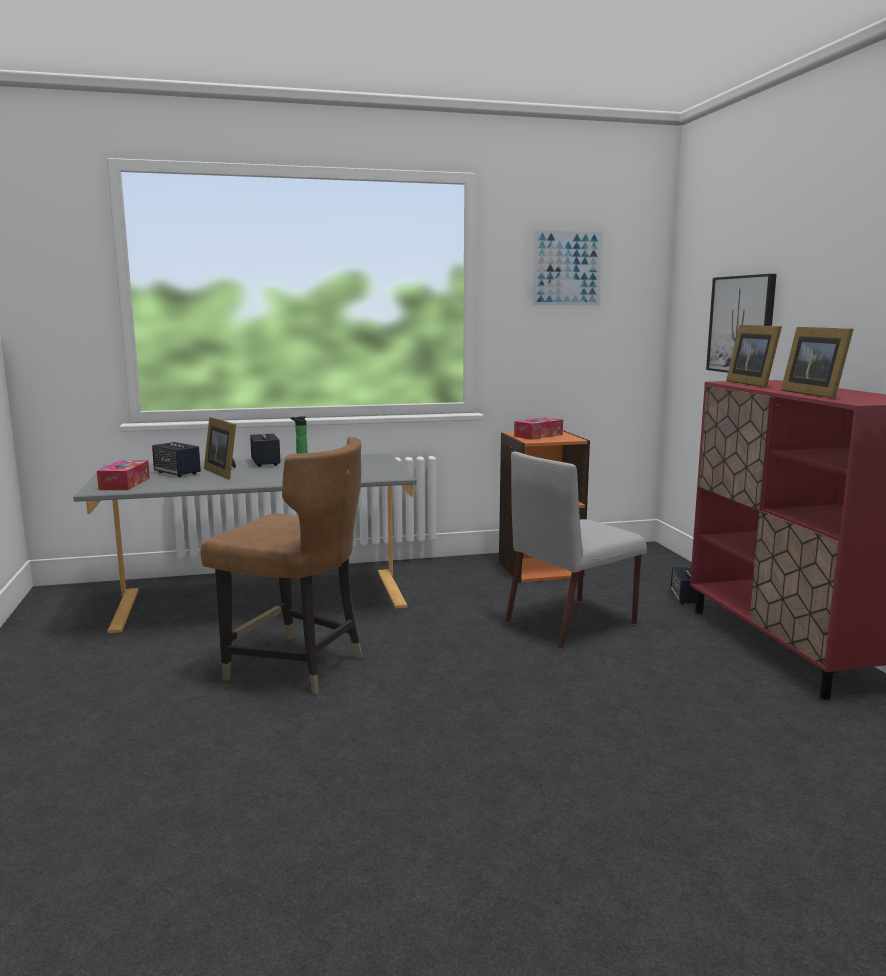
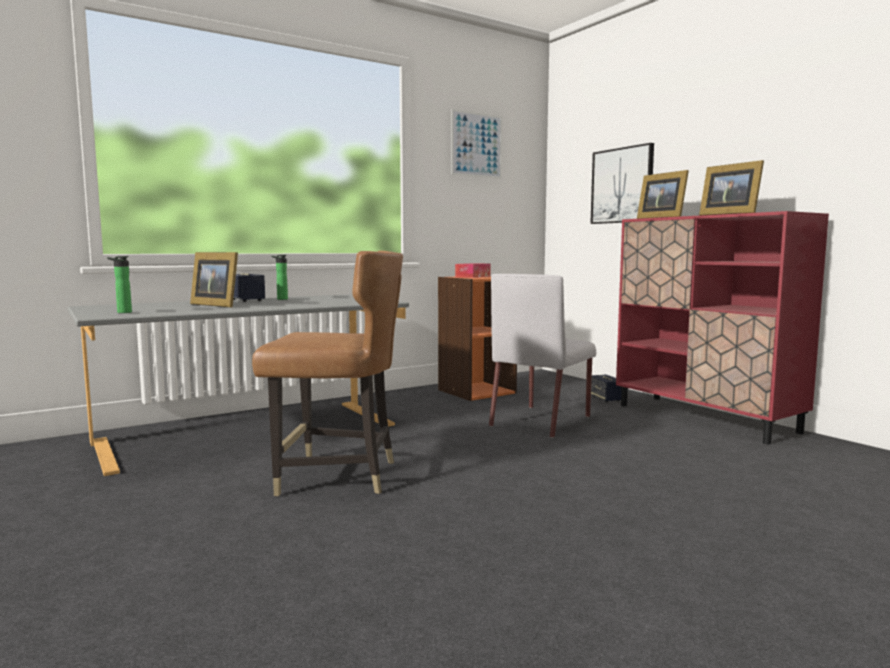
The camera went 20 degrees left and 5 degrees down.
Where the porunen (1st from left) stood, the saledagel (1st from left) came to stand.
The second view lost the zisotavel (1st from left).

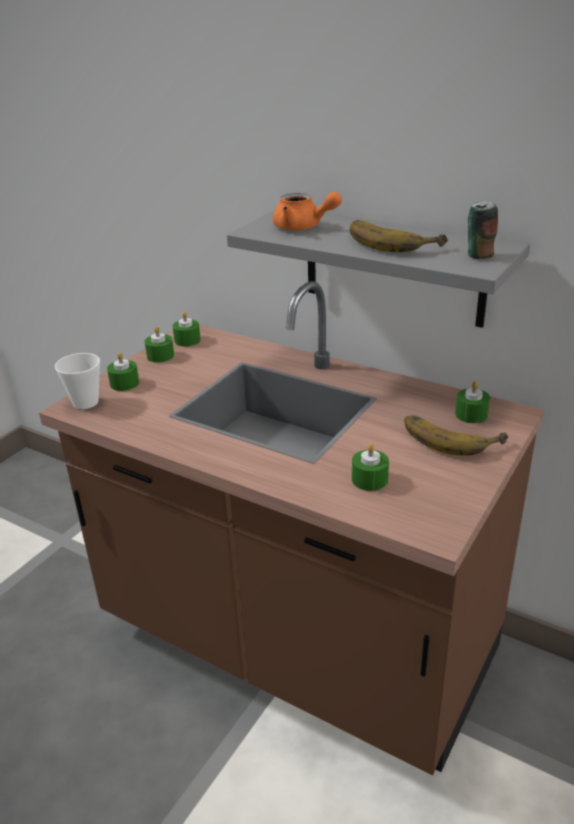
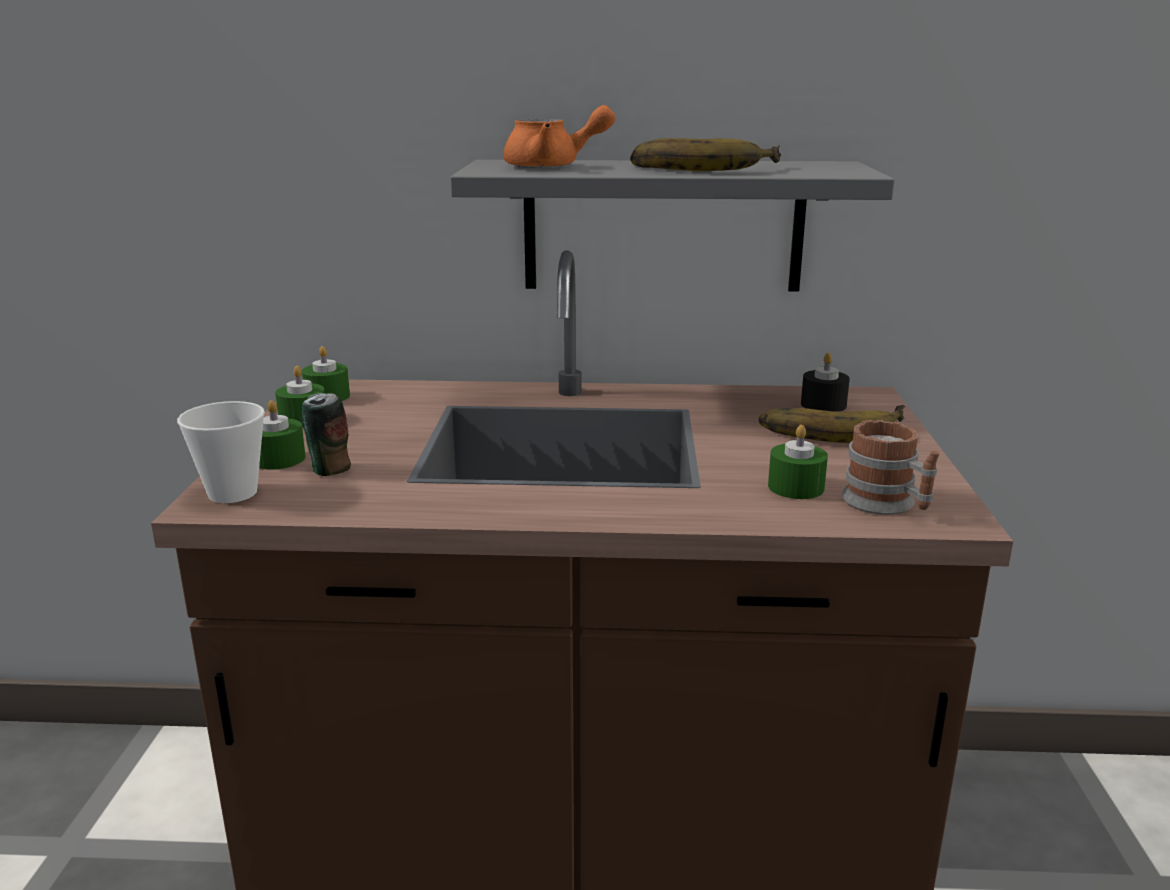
The camera went 30 degrees left and 10 degrees down.
The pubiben ended up elsewhere.
What was the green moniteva (5th from left) turned into the black moniteva.
The second view gained the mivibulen.

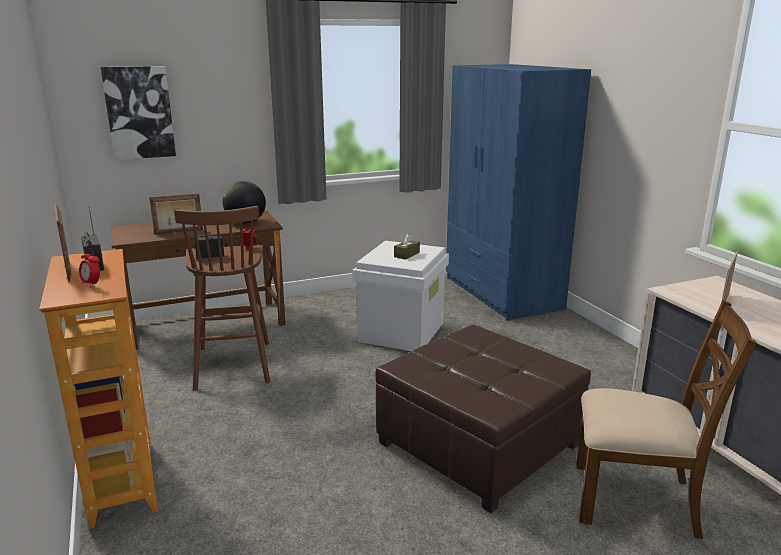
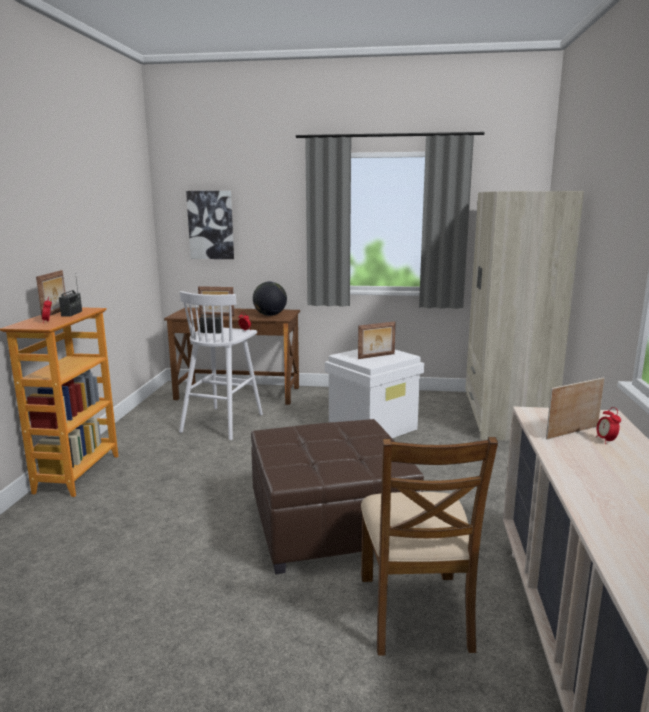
The camera went 30 degrees right and 5 degrees down.
What was the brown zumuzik turned into the white zumuzik.
Where the brown porunen stood, the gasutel (3rd from left) came to stand.
The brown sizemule ended up facing another way, 45 degrees clockwise from before.
What was the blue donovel turned into the beige donovel.
The second view gained the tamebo (3rd from left).

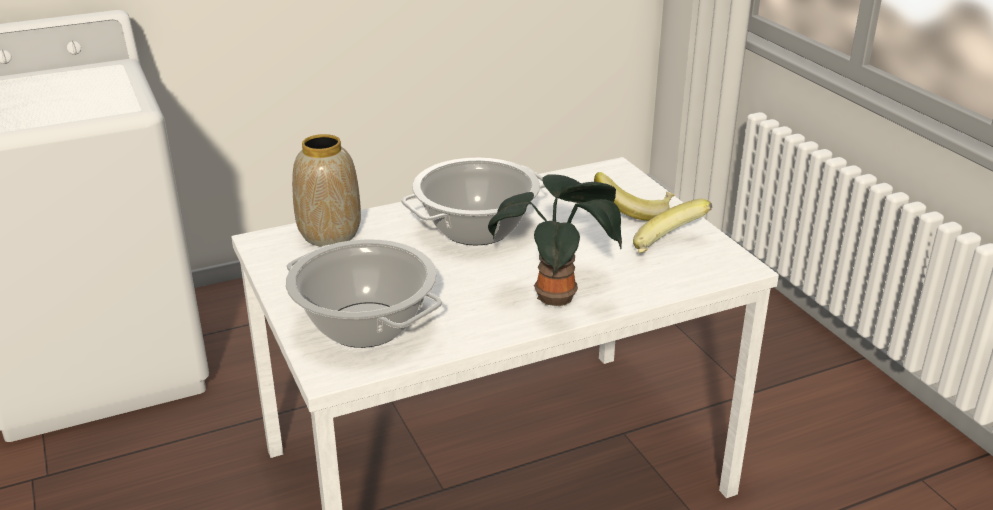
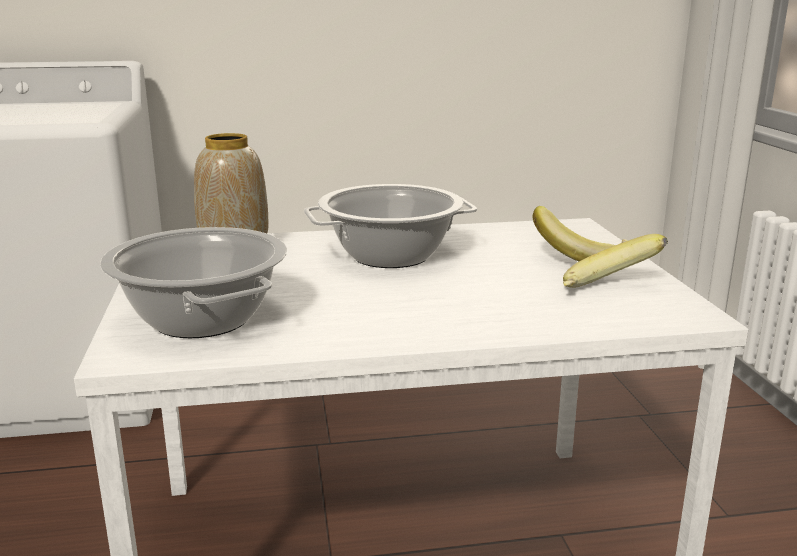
The camera went 15 degrees right and 10 degrees down.
The second view lost the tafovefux.

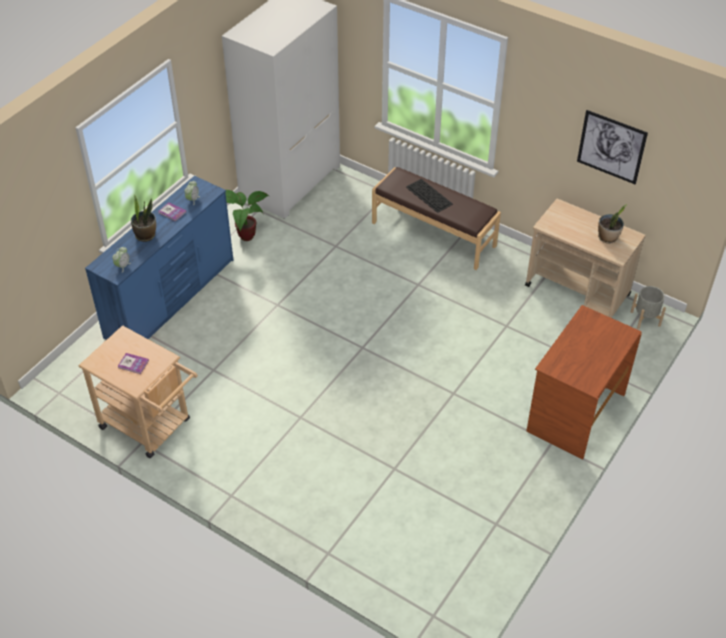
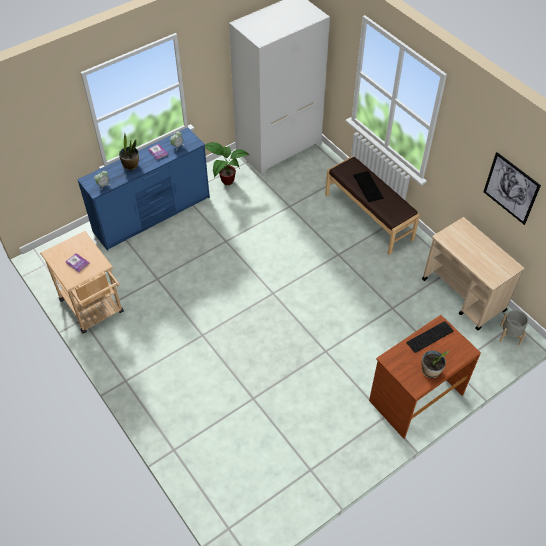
The camera went 20 degrees right and 5 degrees up.
The second view gained the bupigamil (2nd from left).
The tafovefux (3rd from left) ended up elsewhere.

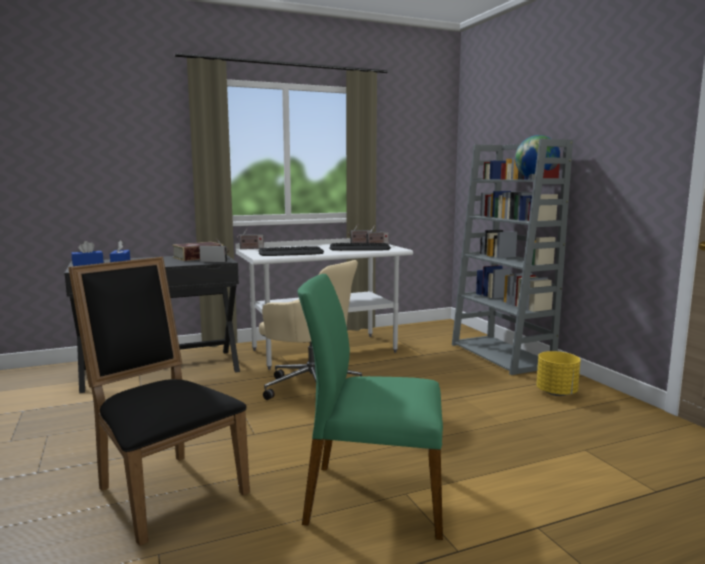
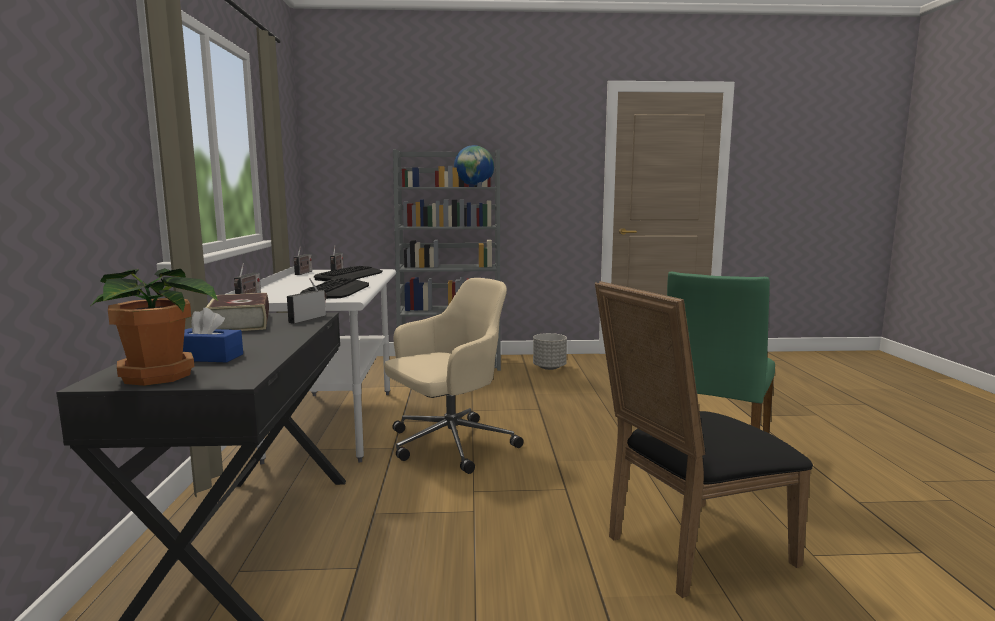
The camera went 70 degrees left and 0 degrees up.
Where the blue porunen (1st from left) stood, the tafovefux came to stand.
What was the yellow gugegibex turned into the grey gugegibex.

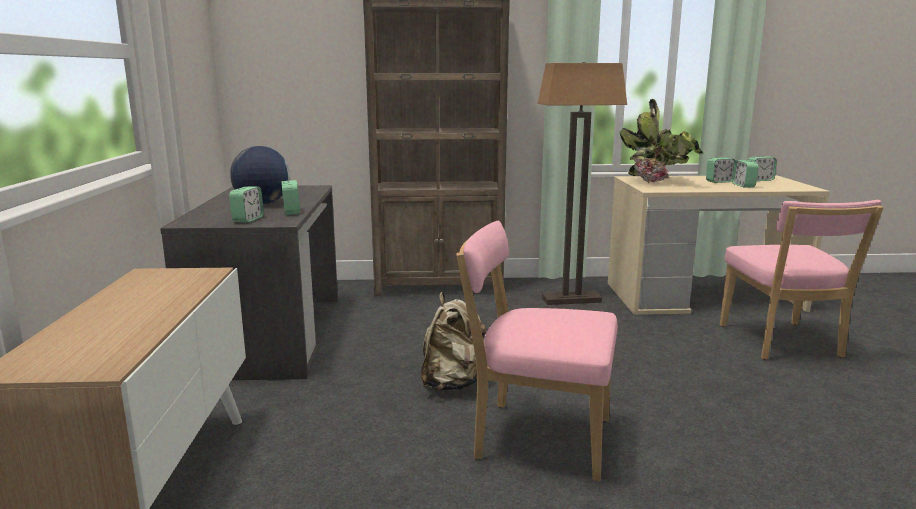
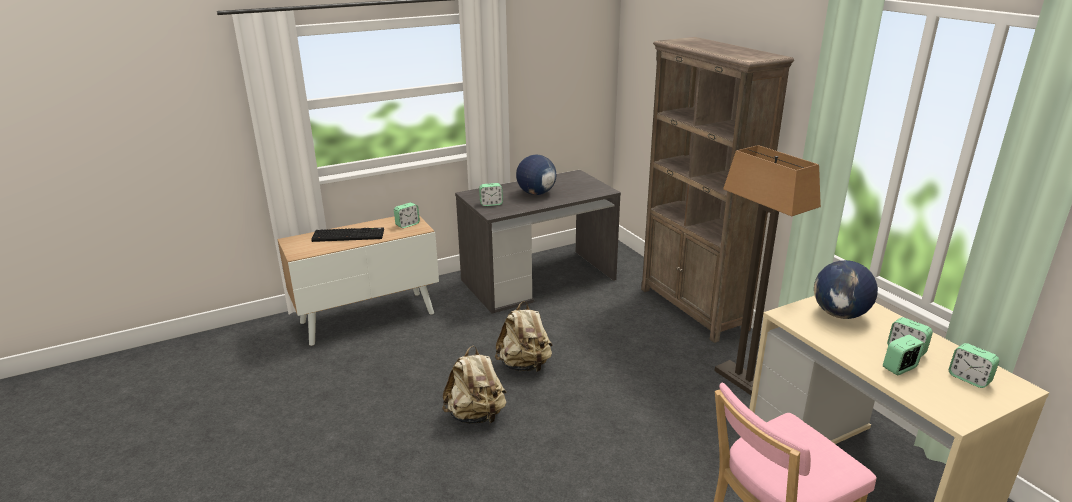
The camera went 65 degrees right and 10 degrees up.
The second view gained the bupigamil.
The tamebo (2nd from left in the first image) ended up elsewhere.
Where the pink sizemule (1st from left) stood, the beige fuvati (1st from left) came to stand.
Where the tafovefux stood, the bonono (2nd from left) came to stand.

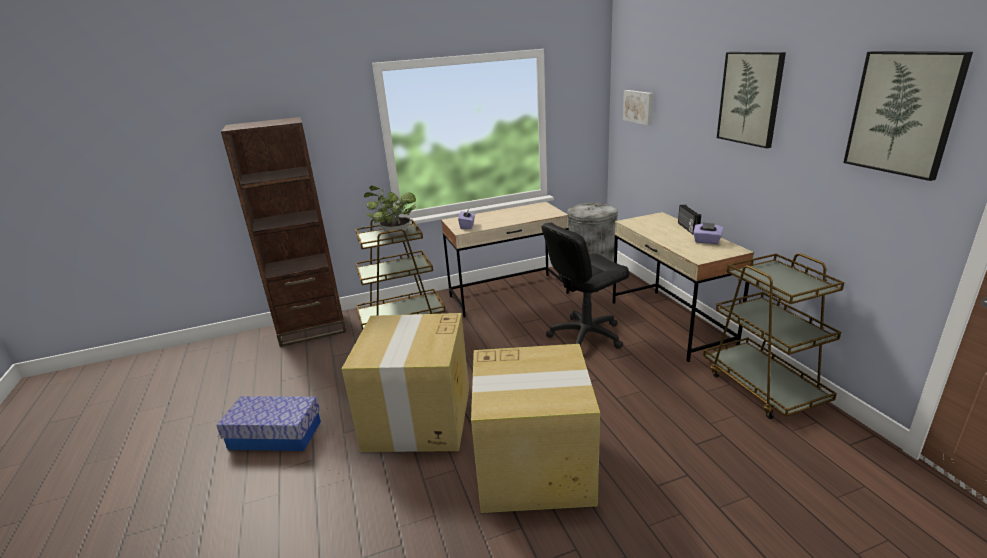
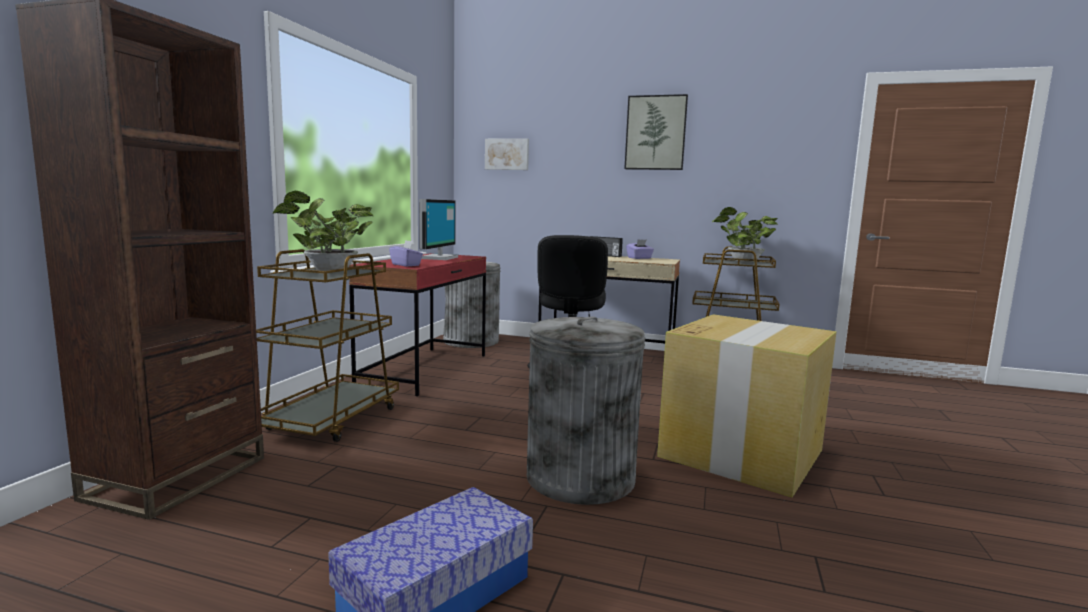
The camera went 55 degrees left and 15 degrees down.
What was the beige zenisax (1st from left) turned into the red zenisax.
The second view gained the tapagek.
Where the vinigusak (1st from left) stood, the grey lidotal (2nd from left) came to stand.
The second view gained the tafovefux (2nd from left).
The second view lost the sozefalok (3rd from left).

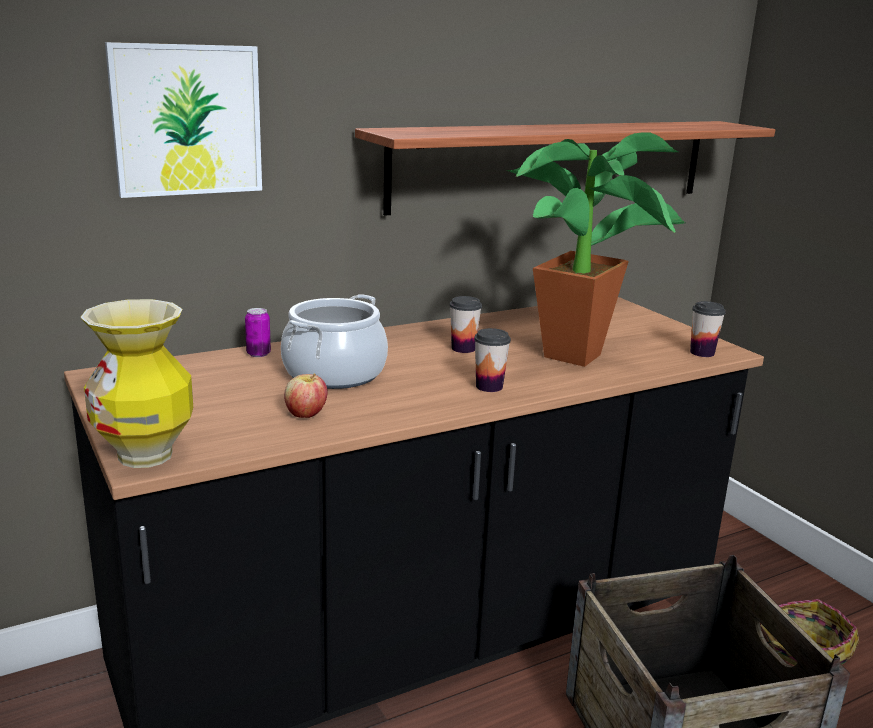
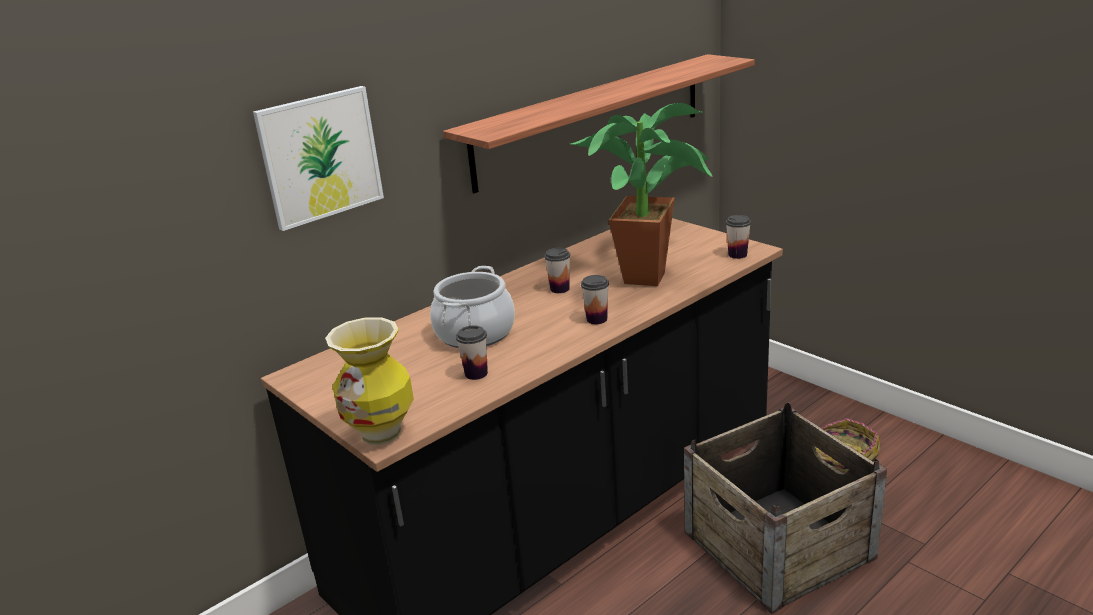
The camera went 10 degrees left and 5 degrees up.
Where the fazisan stood, the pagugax (1st from left) came to stand.
The second view lost the pubiben.

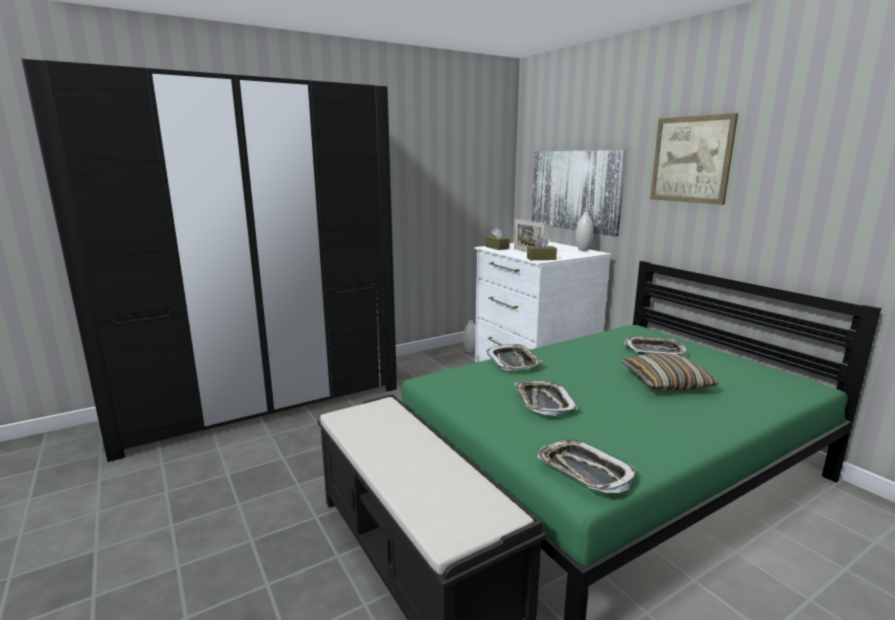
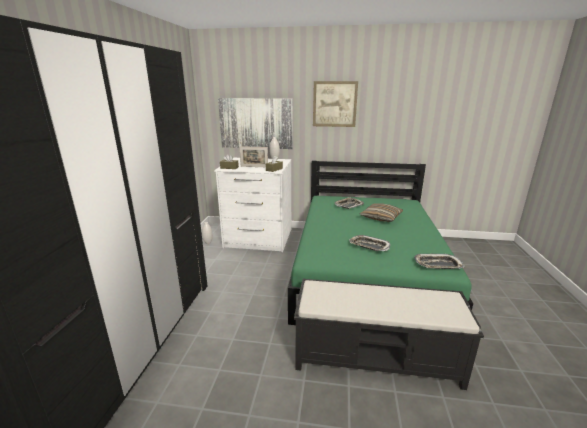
The camera went 50 degrees left and 5 degrees up.
The second view lost the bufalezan (1st from left).

